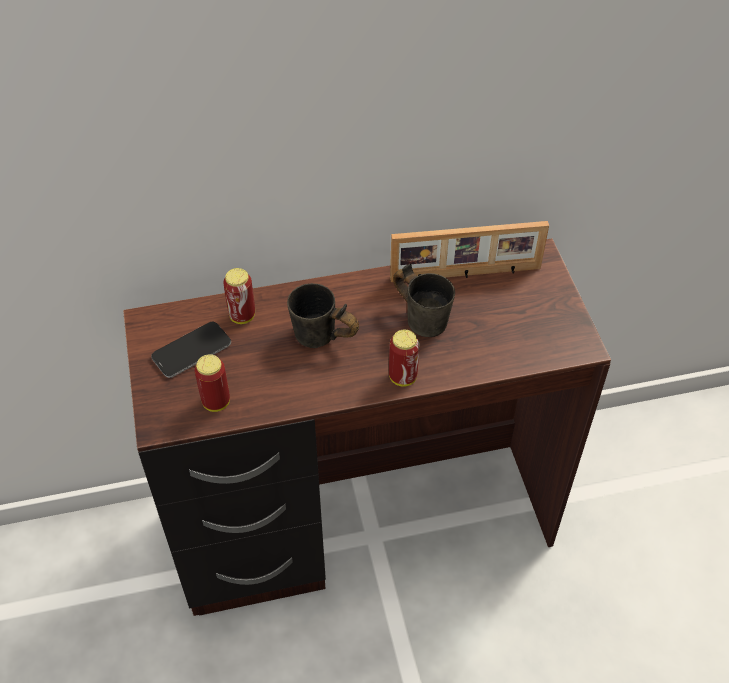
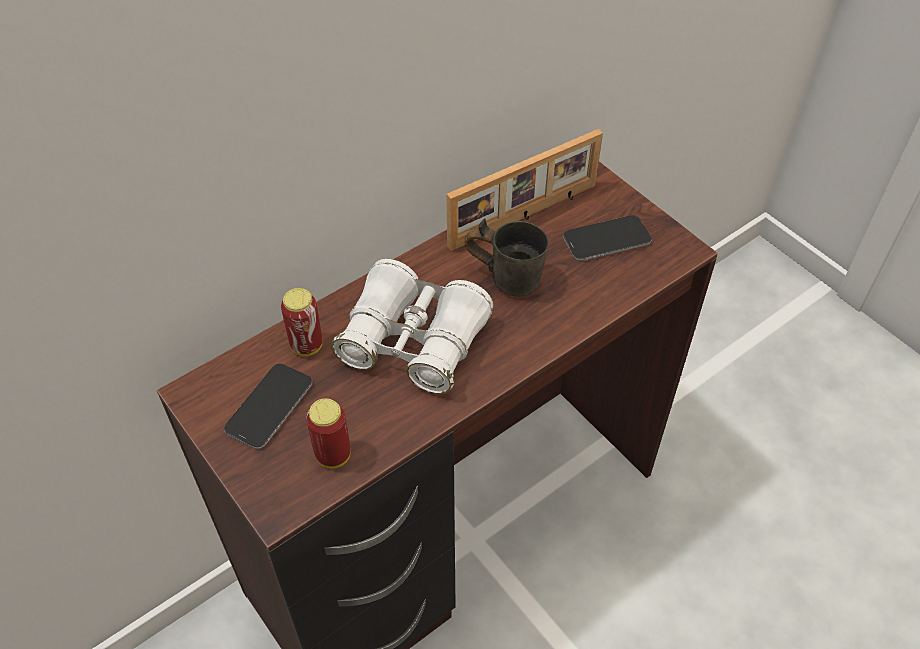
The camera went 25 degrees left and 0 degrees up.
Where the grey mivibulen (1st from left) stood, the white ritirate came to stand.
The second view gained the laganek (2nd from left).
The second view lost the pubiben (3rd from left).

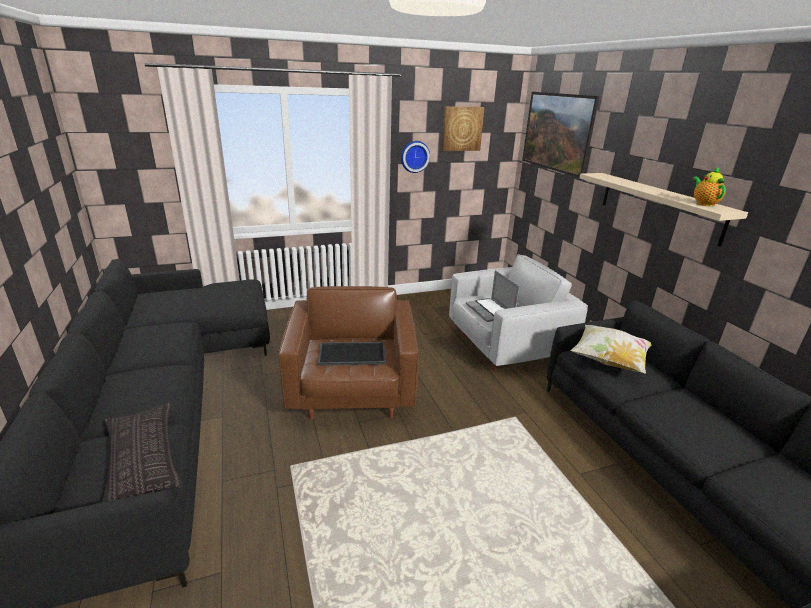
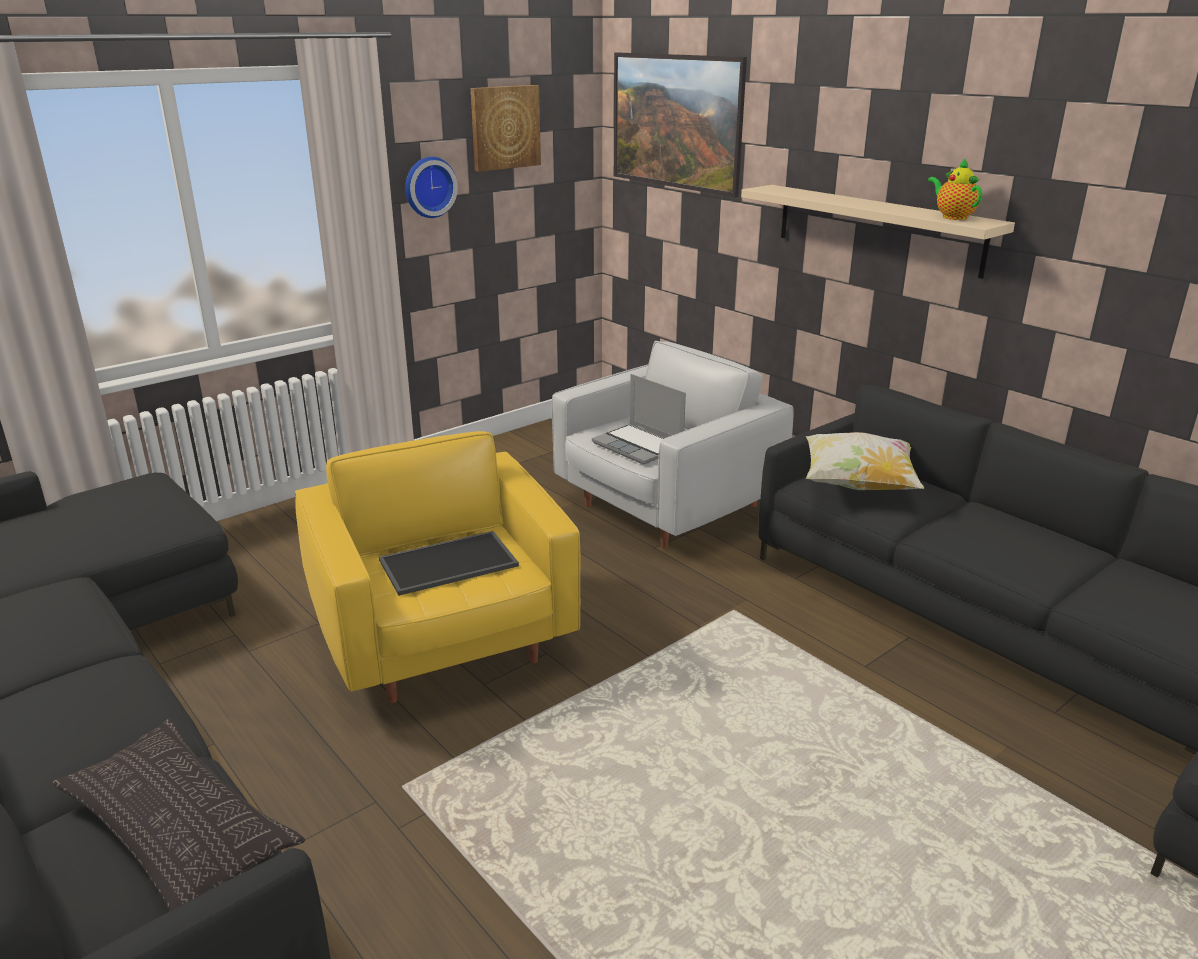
The camera went 20 degrees left and 0 degrees up.
What was the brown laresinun turned into the yellow laresinun.

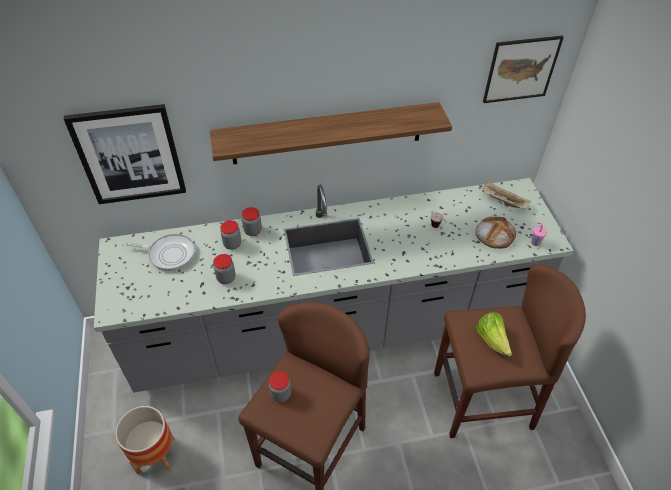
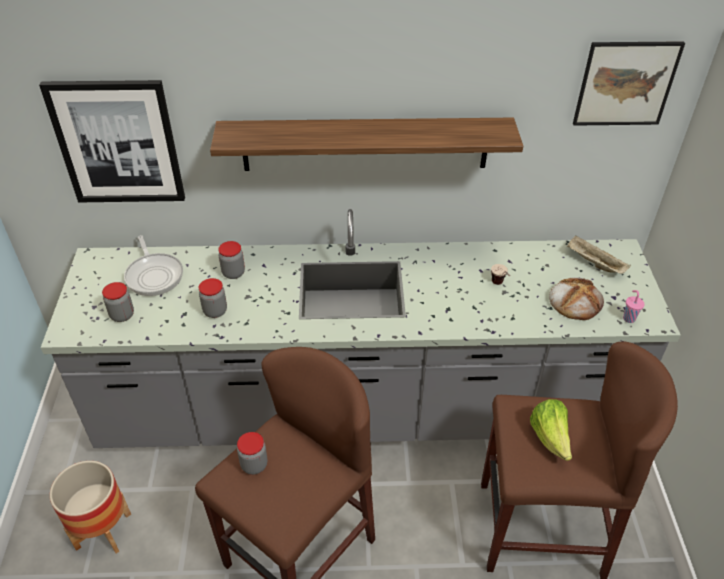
The camera went 10 degrees right and 5 degrees down.
The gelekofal (3rd from left in the first image) ended up elsewhere.
The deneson ended up facing another way, 45 degrees clockwise from before.

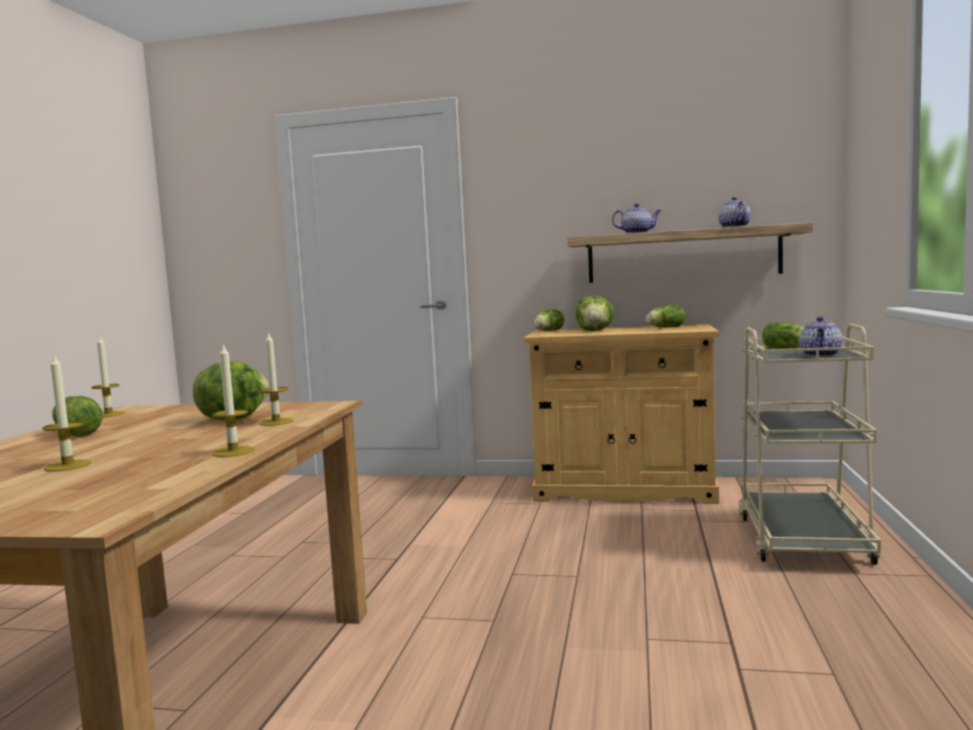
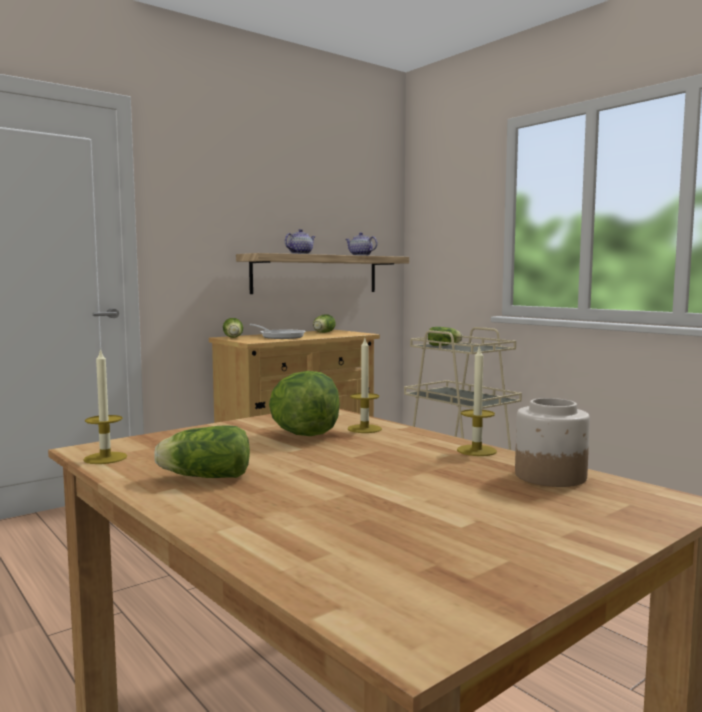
The camera went 50 degrees left and 0 degrees up.
Where the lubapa (4th from left) stood, the deneson came to stand.
The second view gained the gelekofal.
The second view lost the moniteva (1st from left).
The second view lost the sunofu (3rd from left).

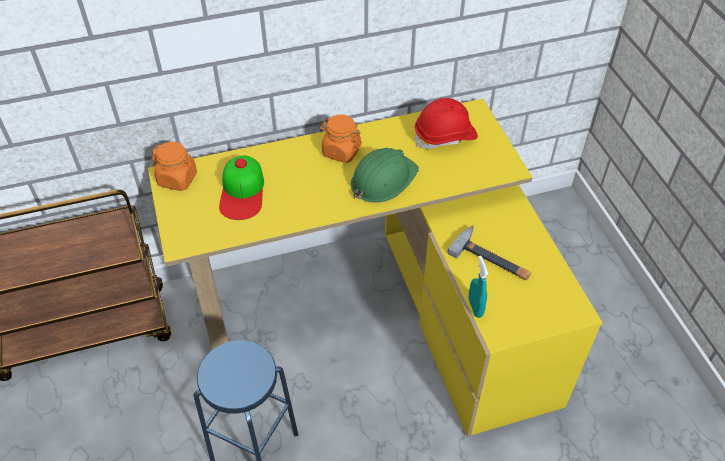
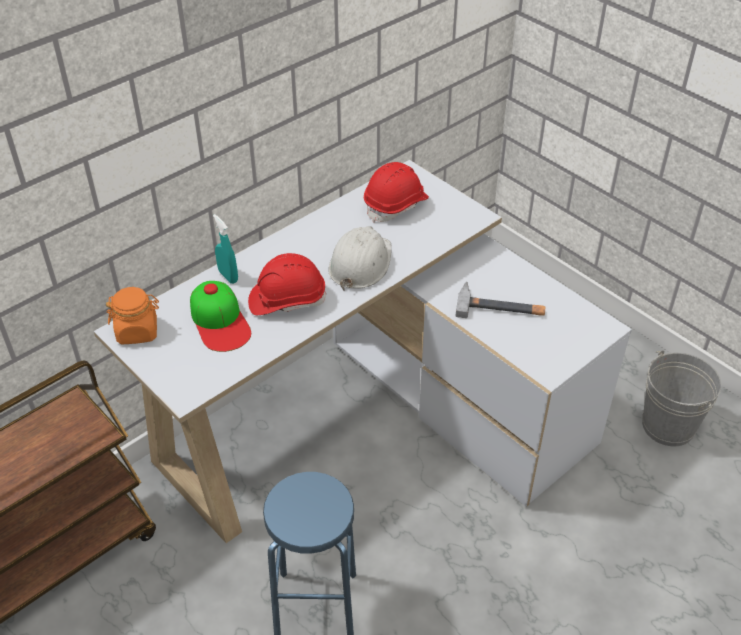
The camera went 25 degrees left and 5 degrees down.
What was the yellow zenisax turned into the white zenisax.
The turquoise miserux ended up elsewhere.
The second view gained the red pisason (1st from left).
What was the green pisason turned into the white pisason.
The second view gained the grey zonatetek.
The second view lost the orange gelekofal (2nd from left).

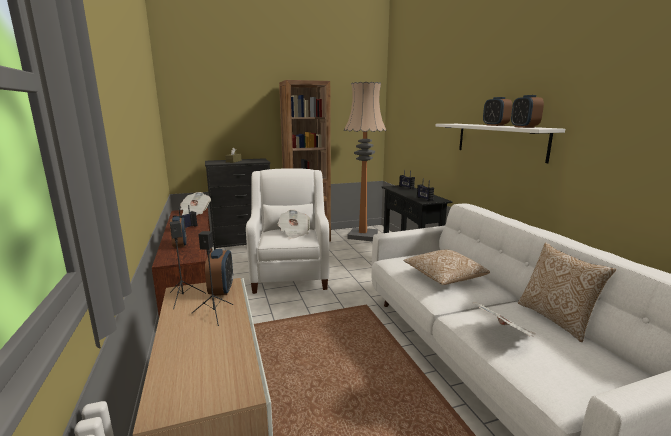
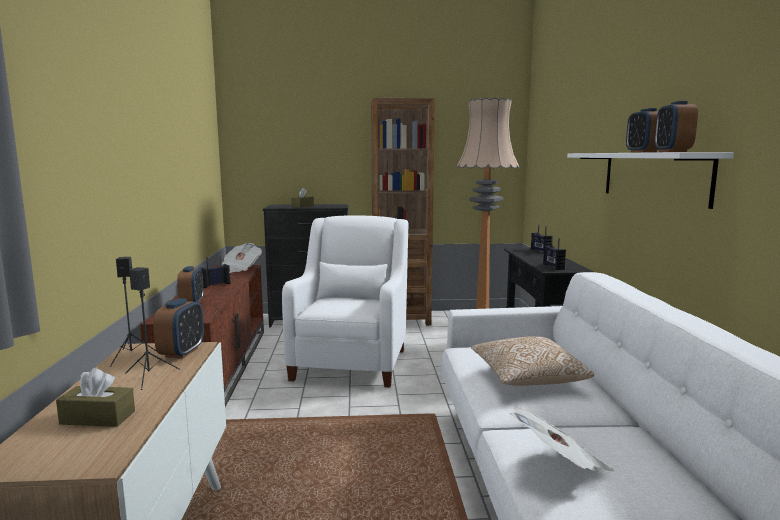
The camera went 15 degrees right and 5 degrees down.
The second view gained the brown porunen (1st from left).
The second view lost the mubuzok (2nd from left).
The second view lost the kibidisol (2nd from left).

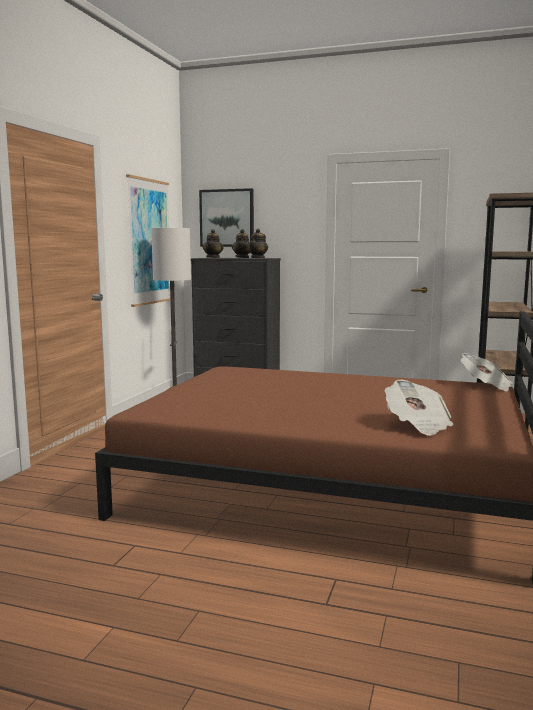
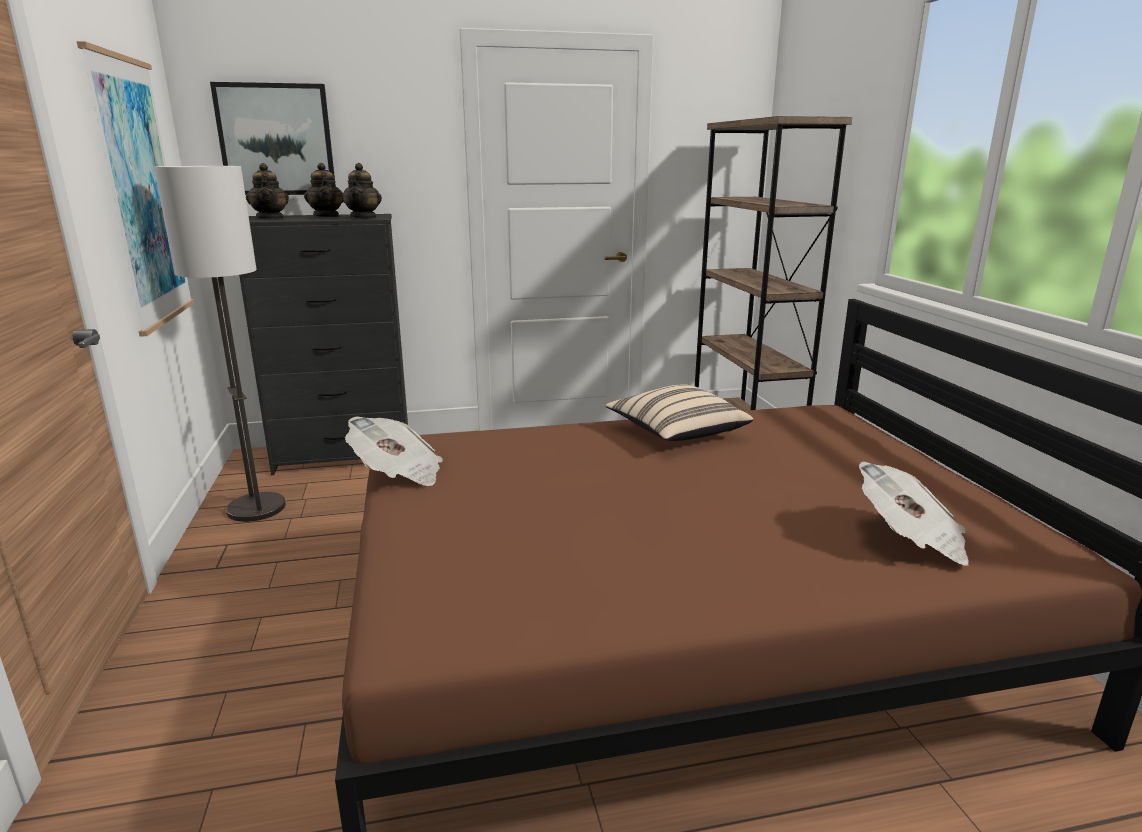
The camera went 30 degrees left and 10 degrees up.
The mubuzok (2nd from left in the first image) ended up elsewhere.
The second view gained the beige kibidisol.

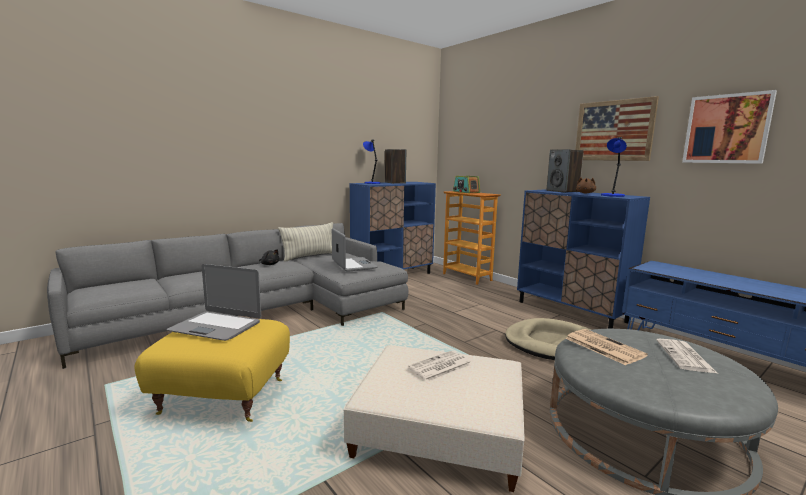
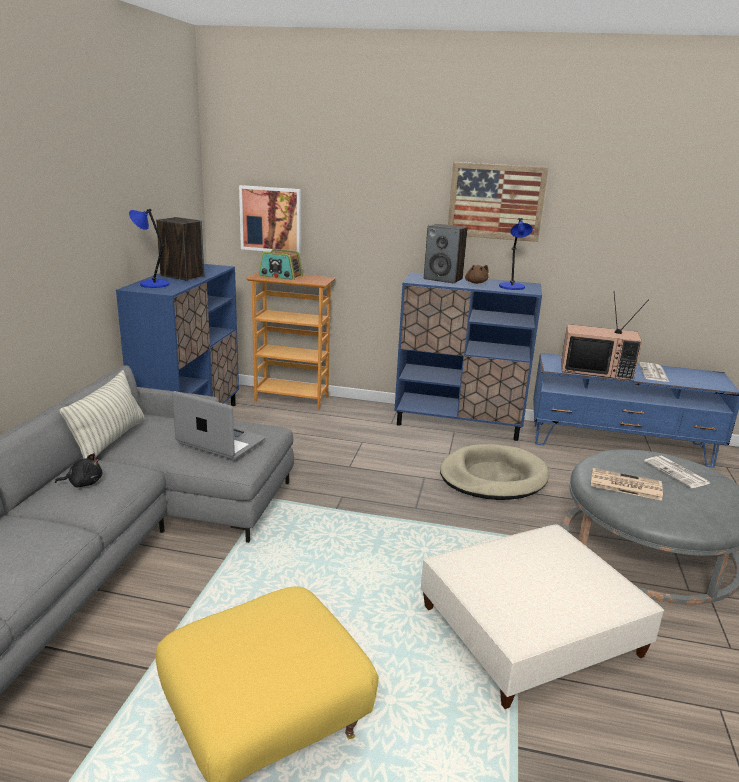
The camera went 40 degrees left and 10 degrees up.
The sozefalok (2nd from left in the first image) ended up elsewhere.
The second view gained the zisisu.
The mubuzok (1st from left in the first image) ended up elsewhere.
The second view lost the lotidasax (1st from left).

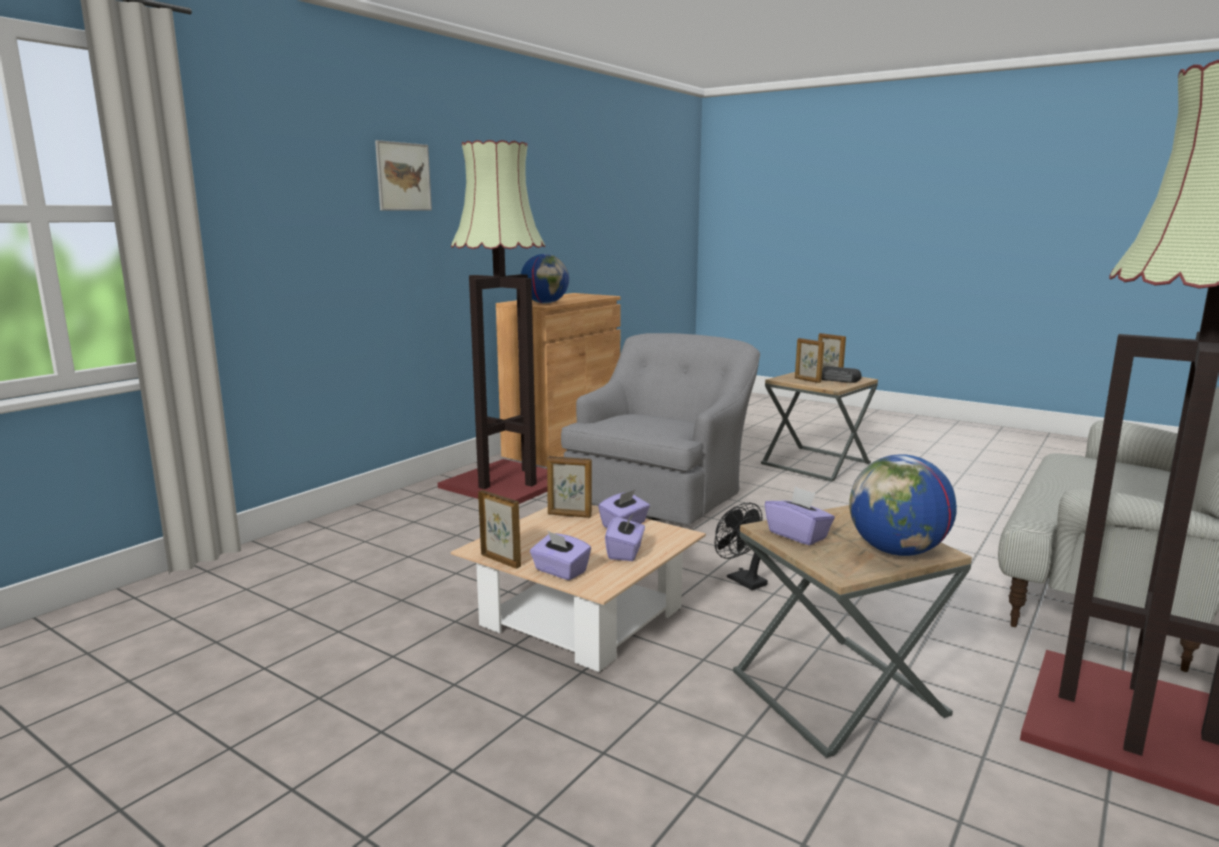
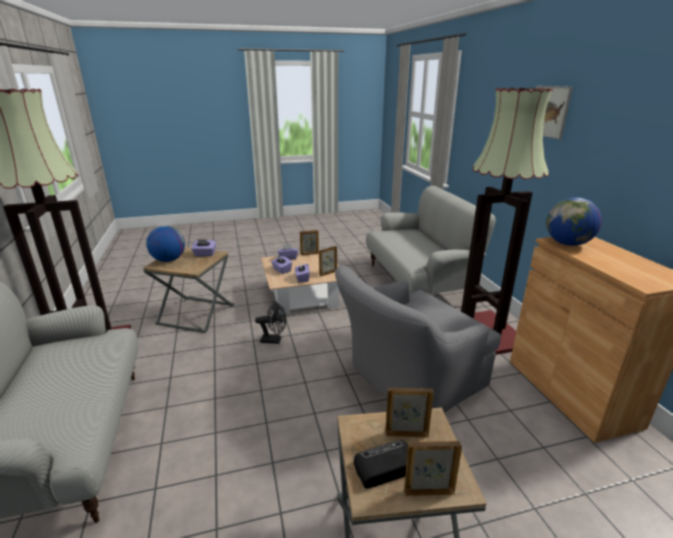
The camera went 130 degrees right and 10 degrees up.
The grey laresinun ended up facing another way, 75 degrees clockwise from before.
The second view gained the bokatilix (2nd from left).

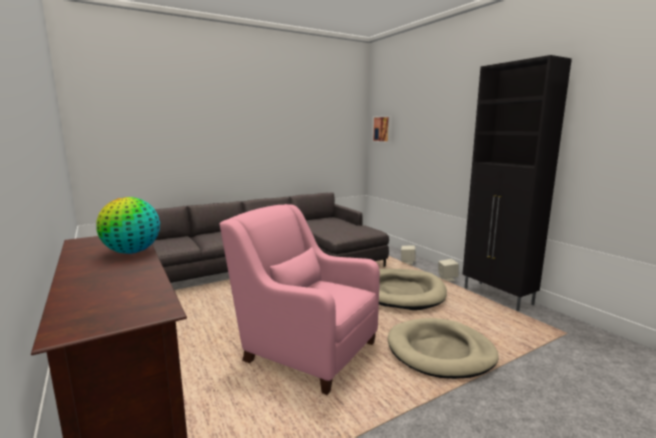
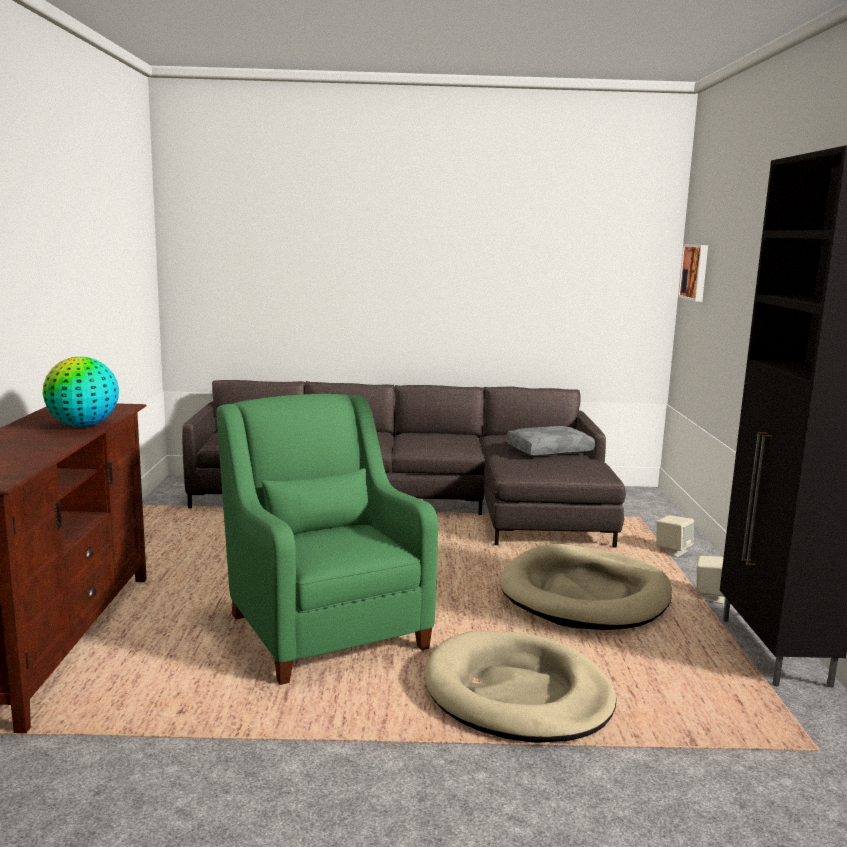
The camera went 30 degrees right and 0 degrees up.
What was the pink laresinun turned into the green laresinun.
The second view gained the grey kibidisol.

